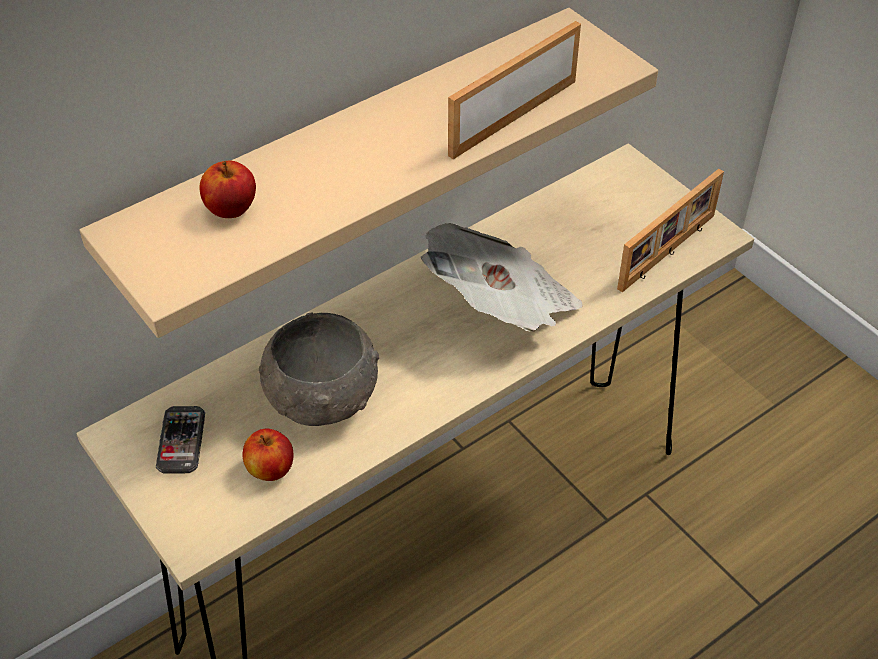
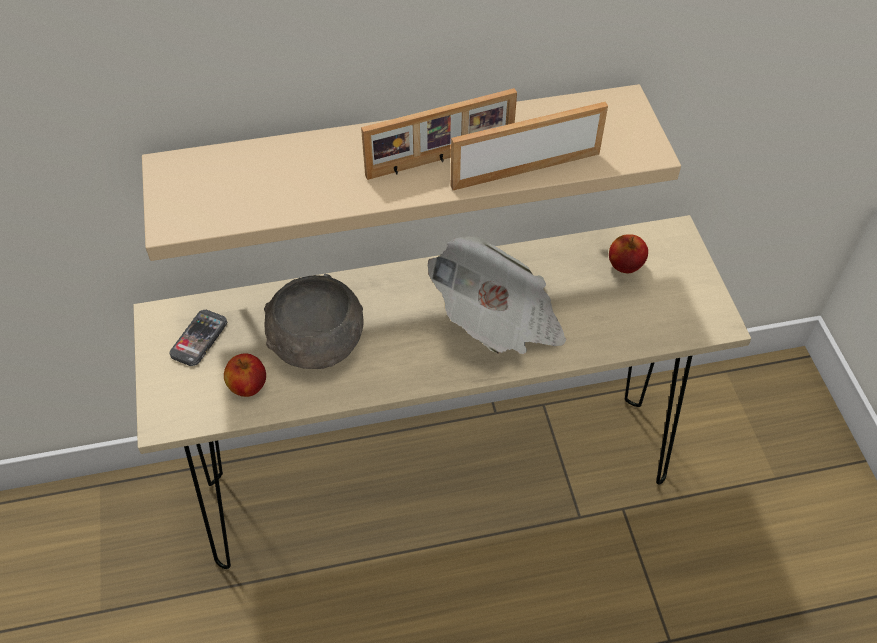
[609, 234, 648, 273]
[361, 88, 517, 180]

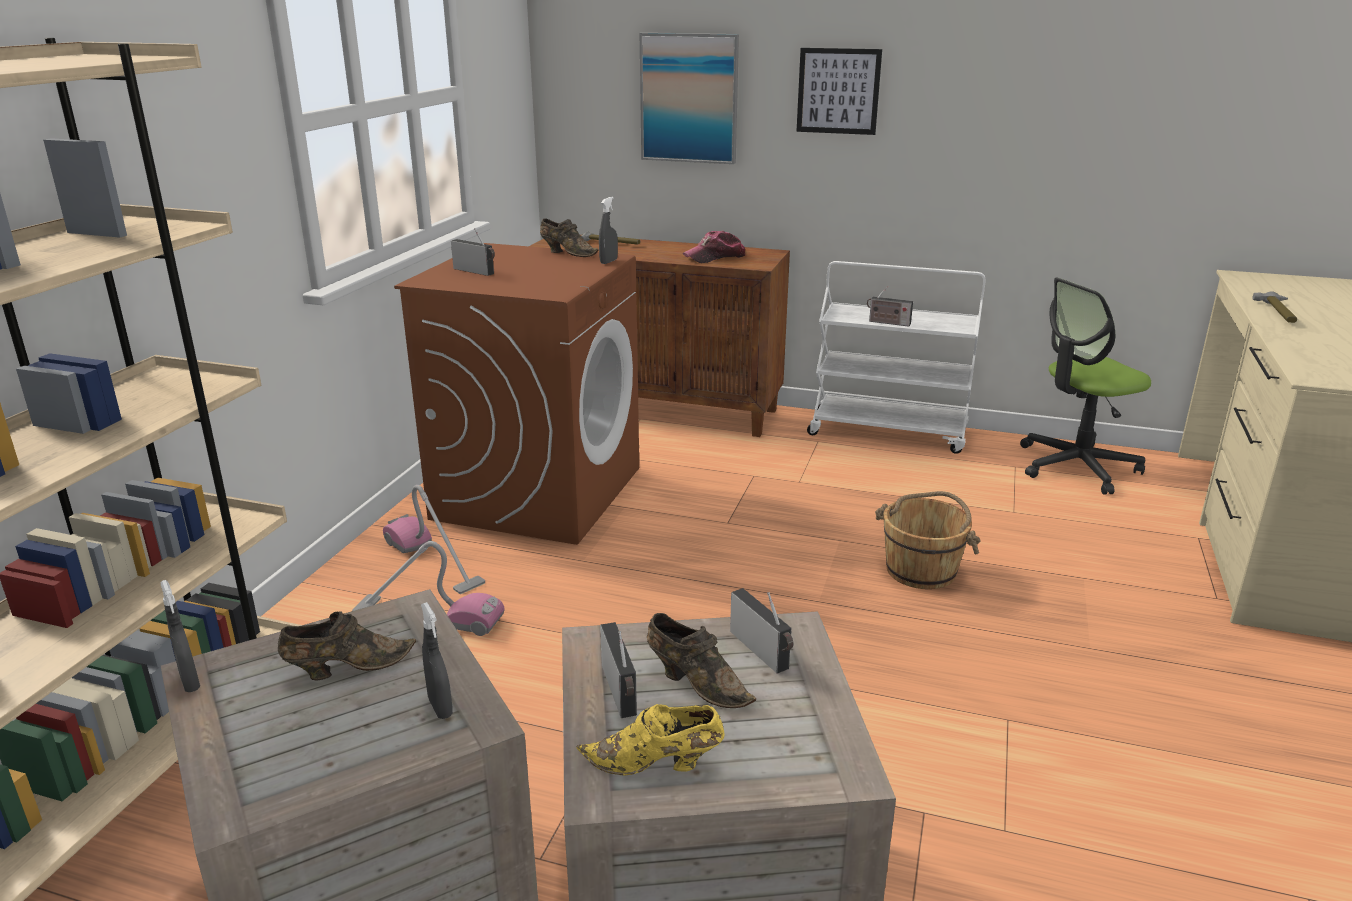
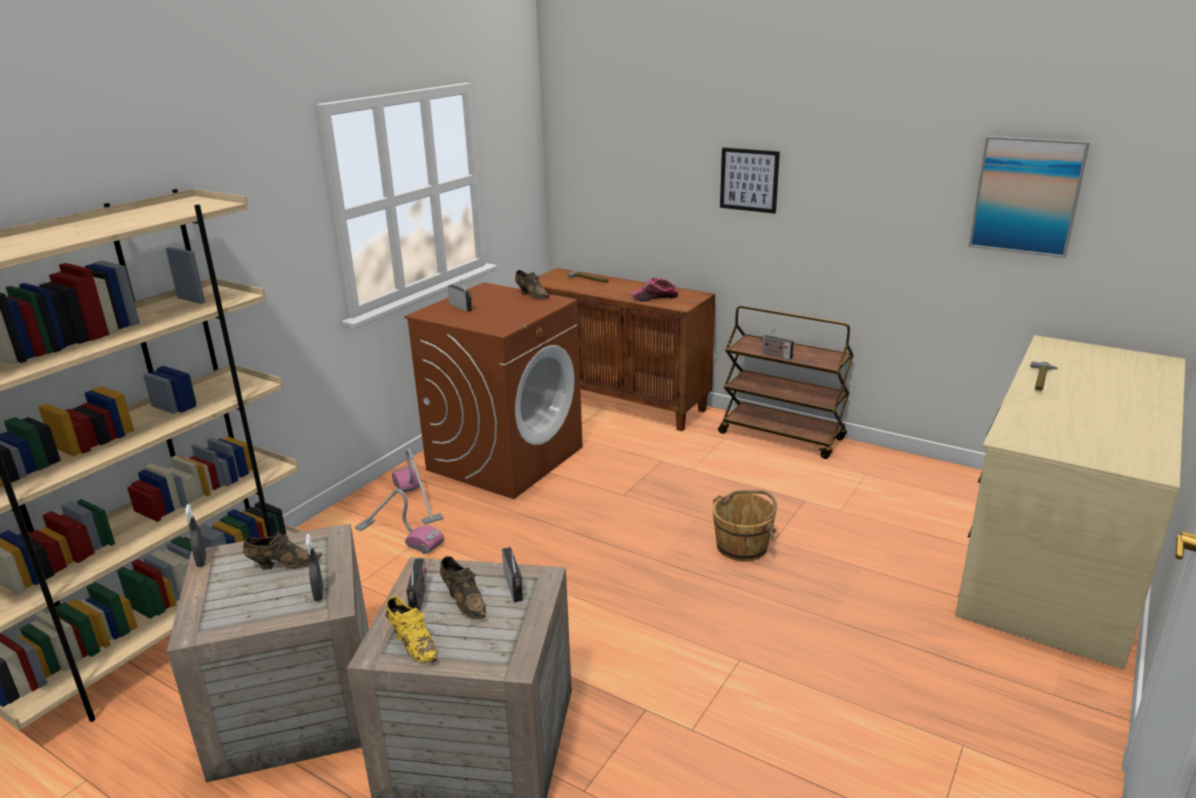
[385, 596, 437, 663]
[599, 197, 618, 264] (first image)
[969, 136, 1090, 258]
[718, 306, 854, 459]
[1020, 277, 1151, 495] (first image)

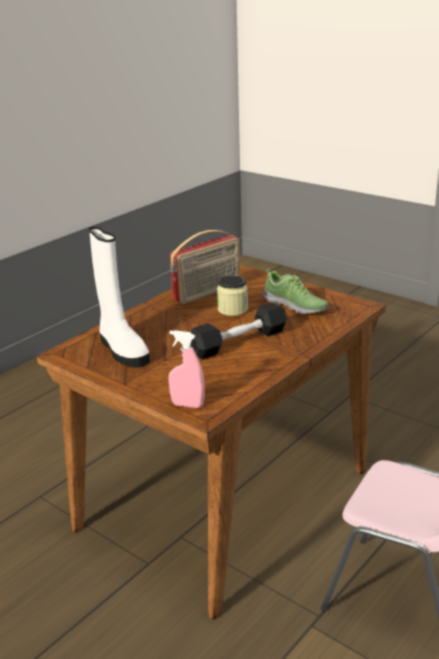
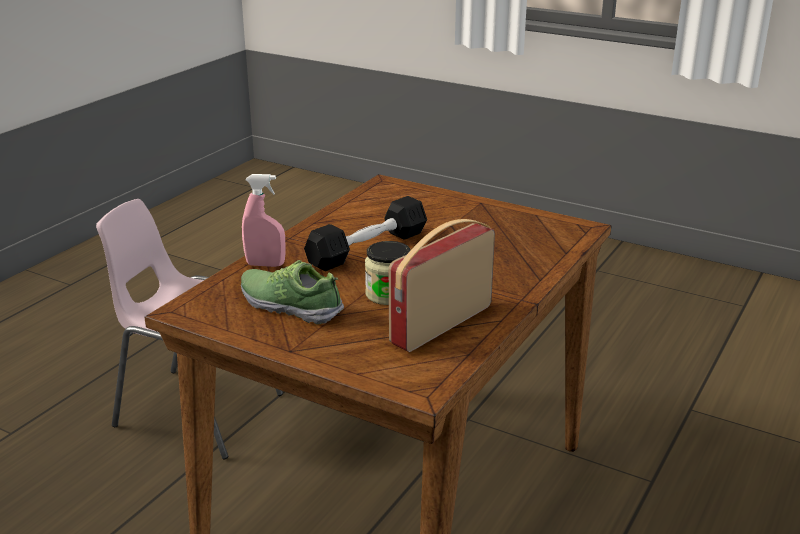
[89, 227, 150, 367] (first image)
[242, 174, 286, 267]

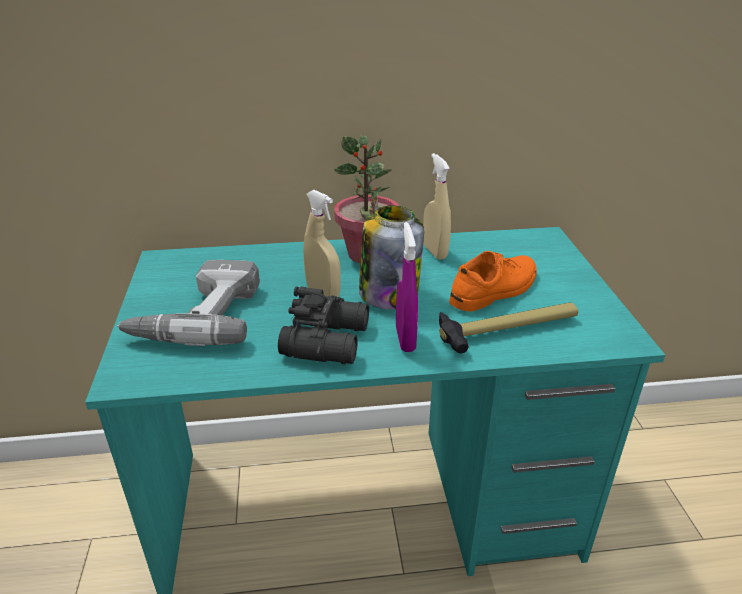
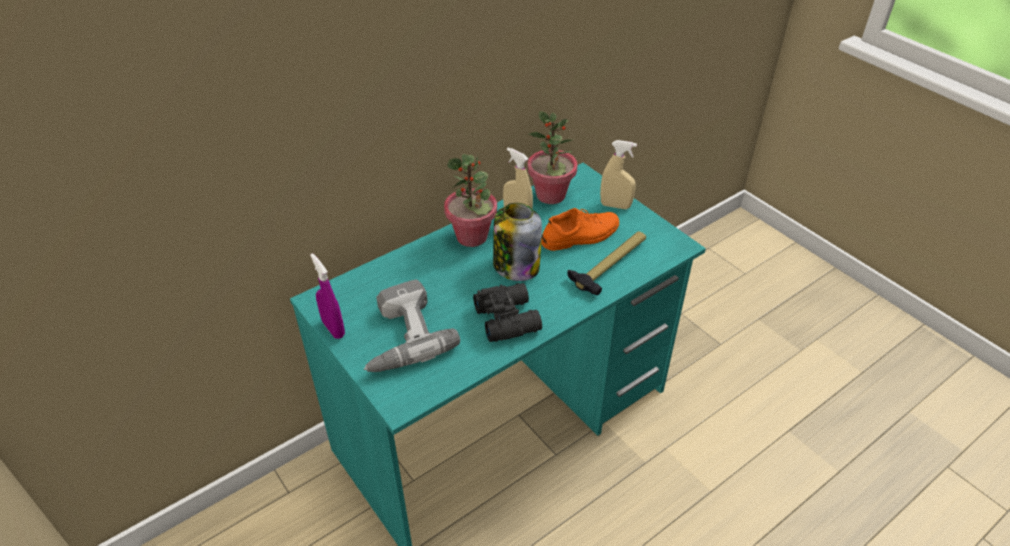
[600, 140, 637, 209]
[310, 253, 345, 339]
[541, 208, 619, 251]
[528, 111, 578, 204]

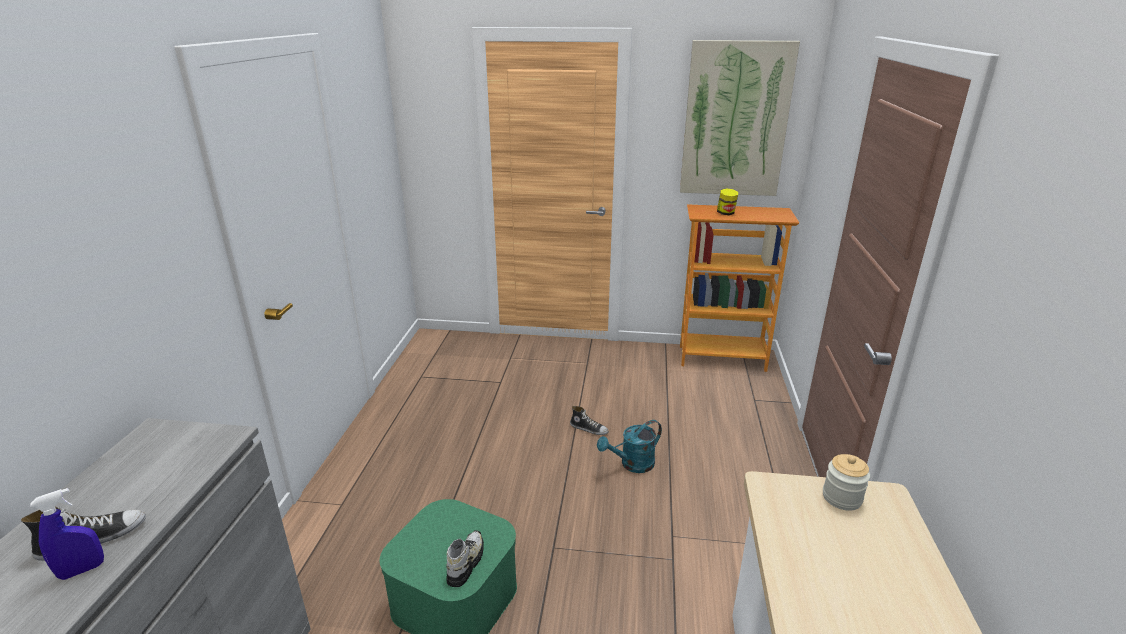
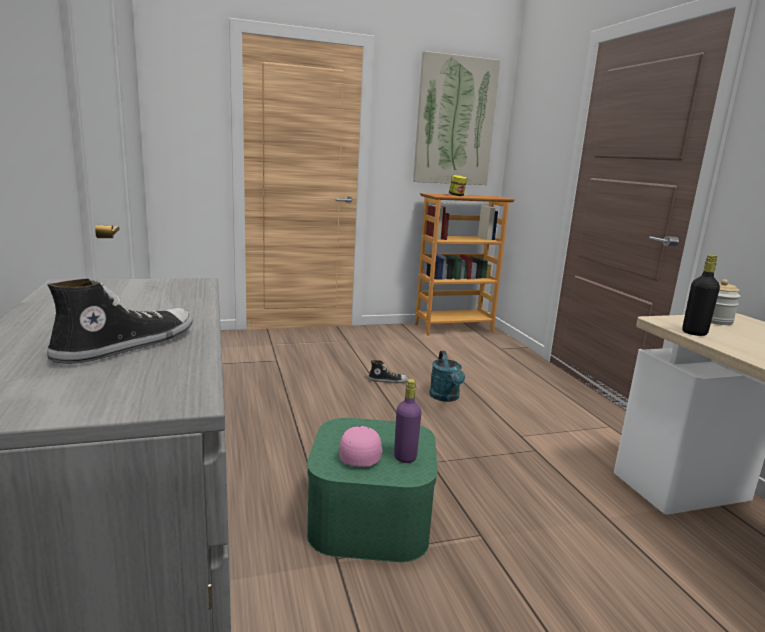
[30, 488, 104, 580] (first image)
[394, 379, 421, 463]
[429, 351, 465, 402]
[339, 426, 383, 467]
[682, 254, 720, 336]

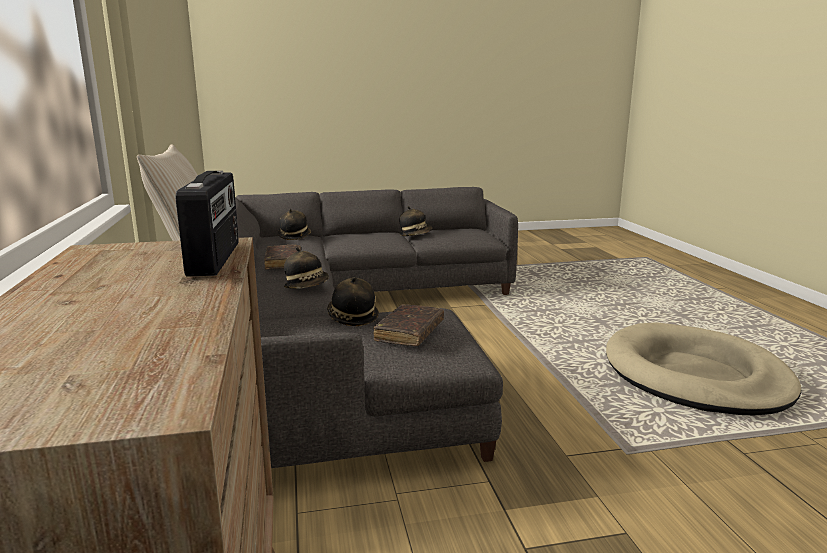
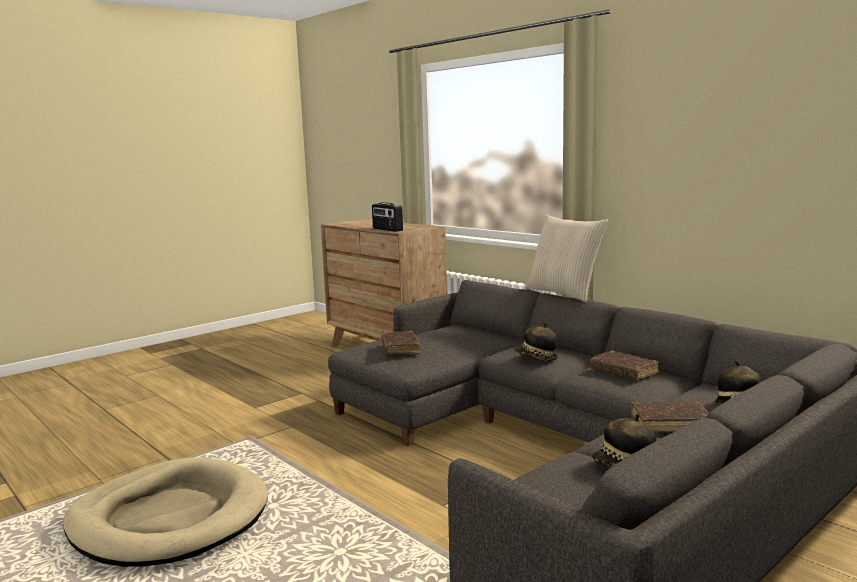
[327, 277, 379, 326] (first image)
[631, 402, 709, 433]

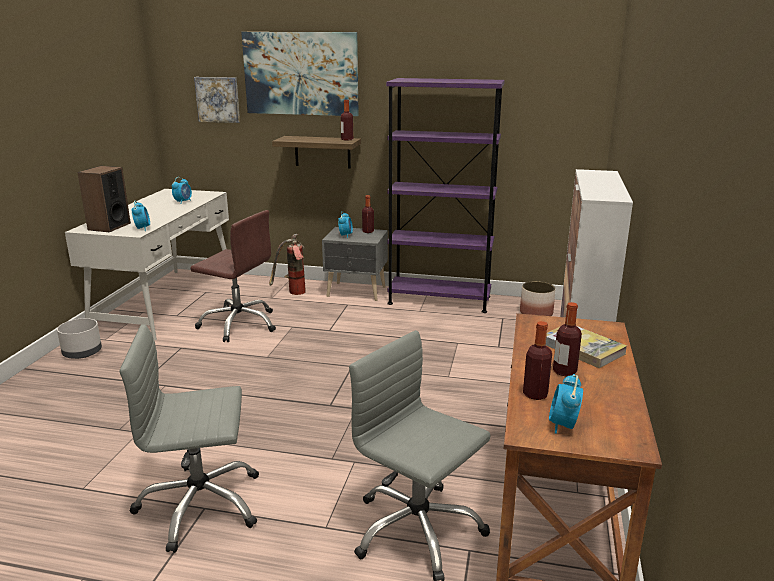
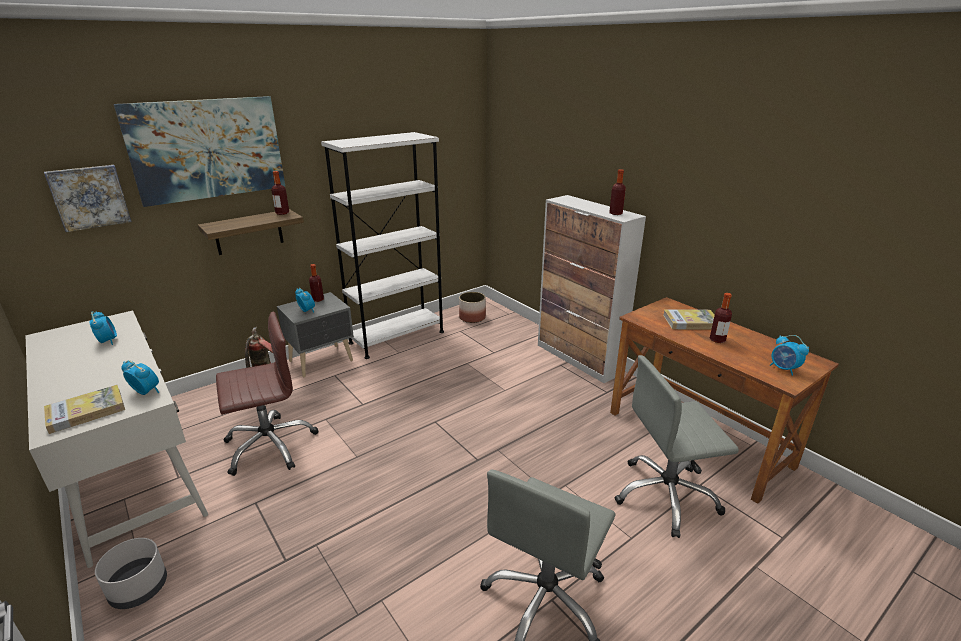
[44, 385, 125, 434]
[321, 132, 444, 359]
[609, 169, 626, 215]

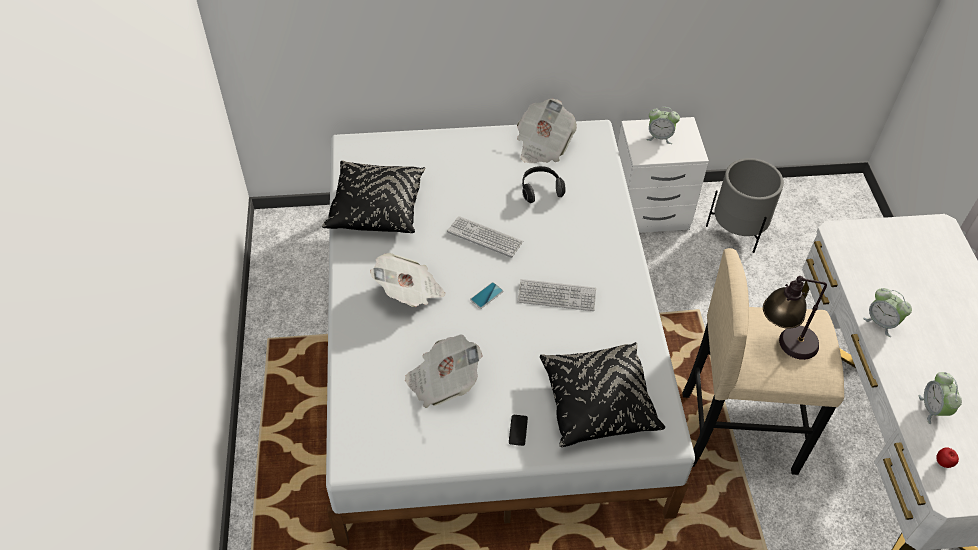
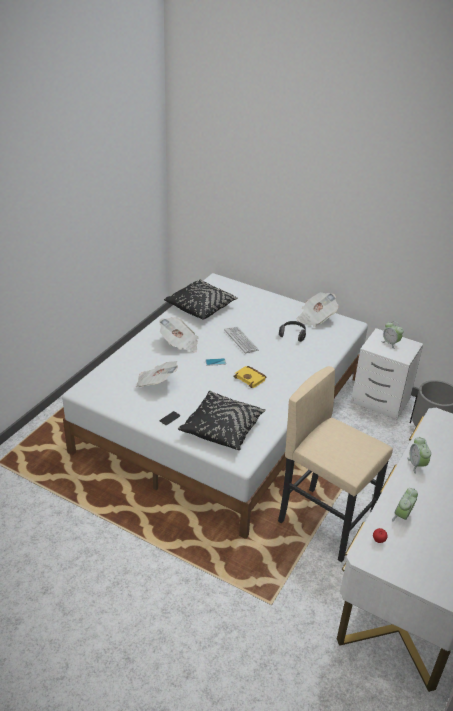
[233, 366, 266, 388]
[763, 276, 827, 360] (first image)

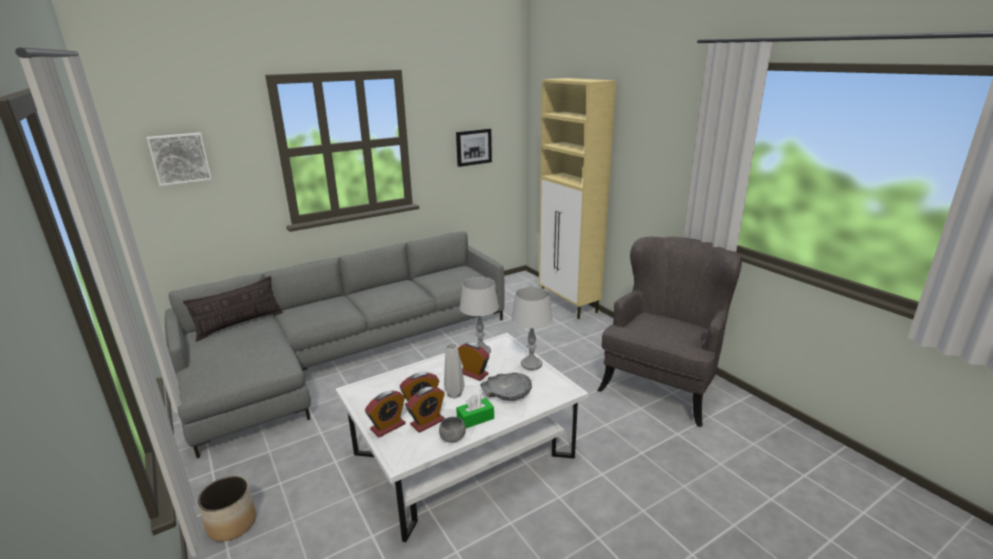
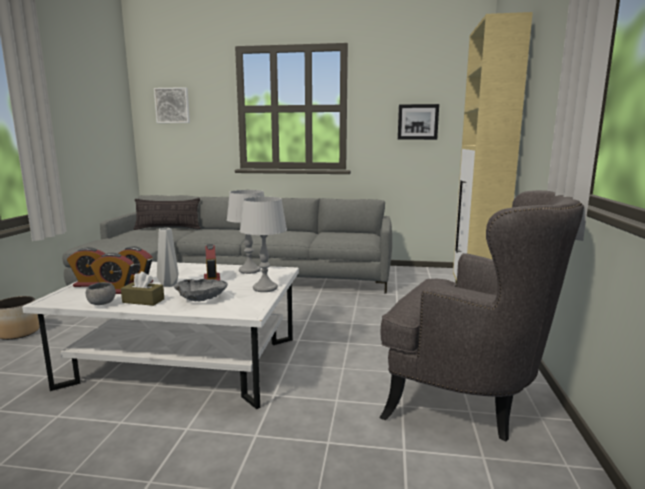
[121, 271, 164, 306]
[380, 190, 584, 442]

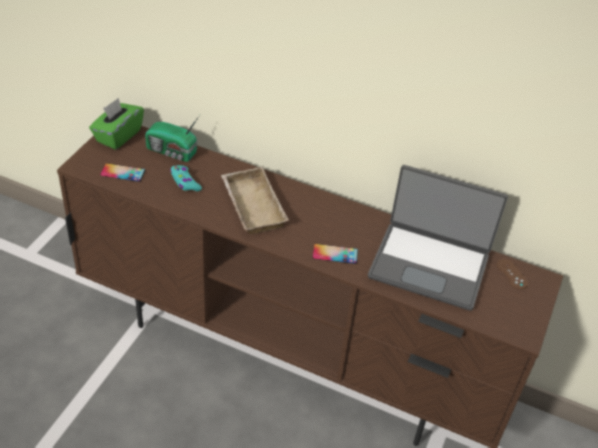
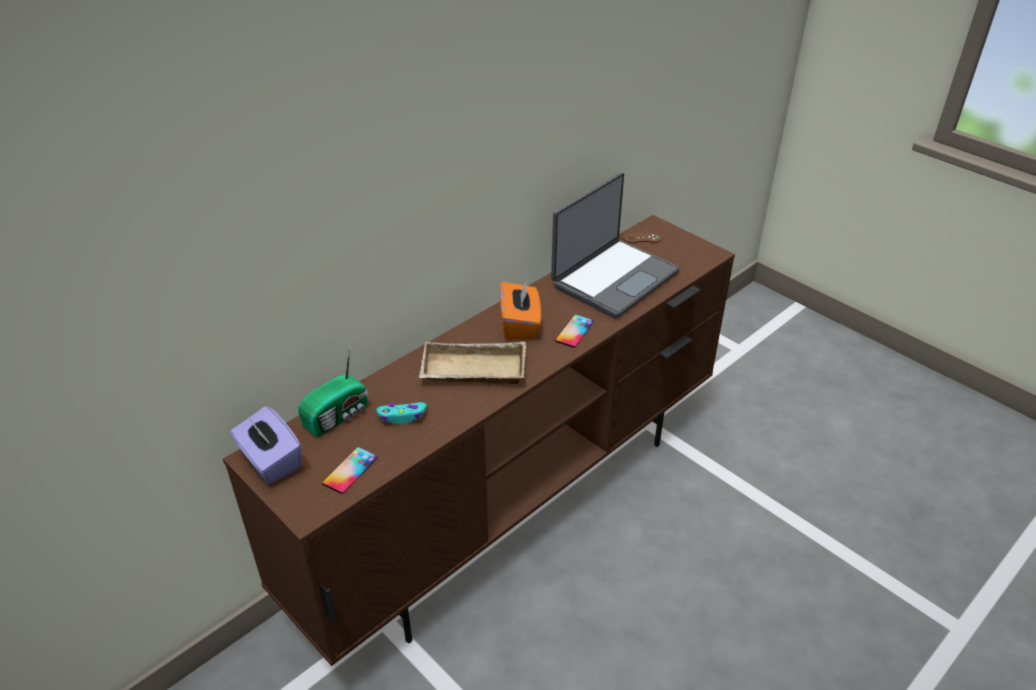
[230, 406, 302, 484]
[500, 280, 541, 339]

